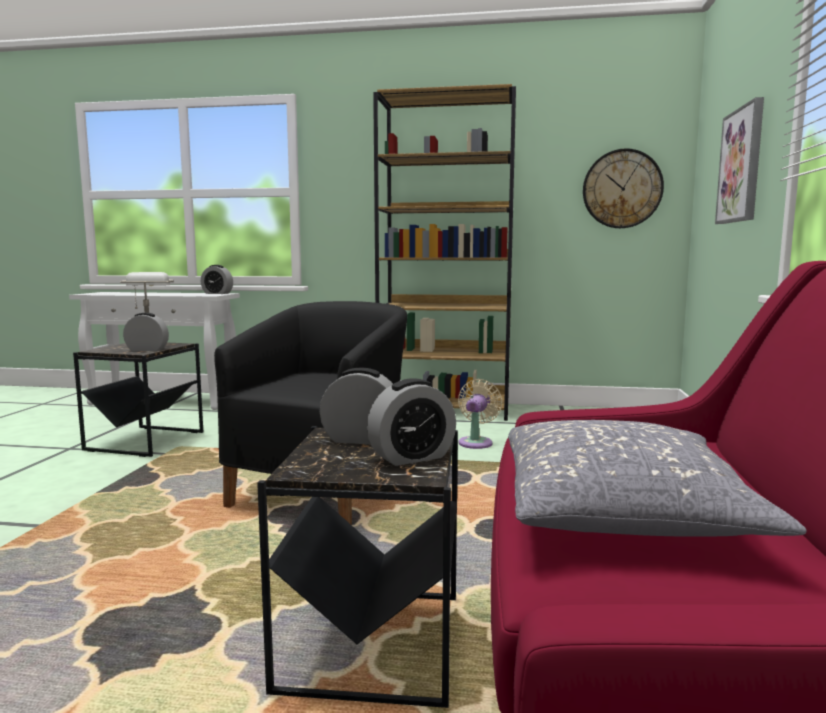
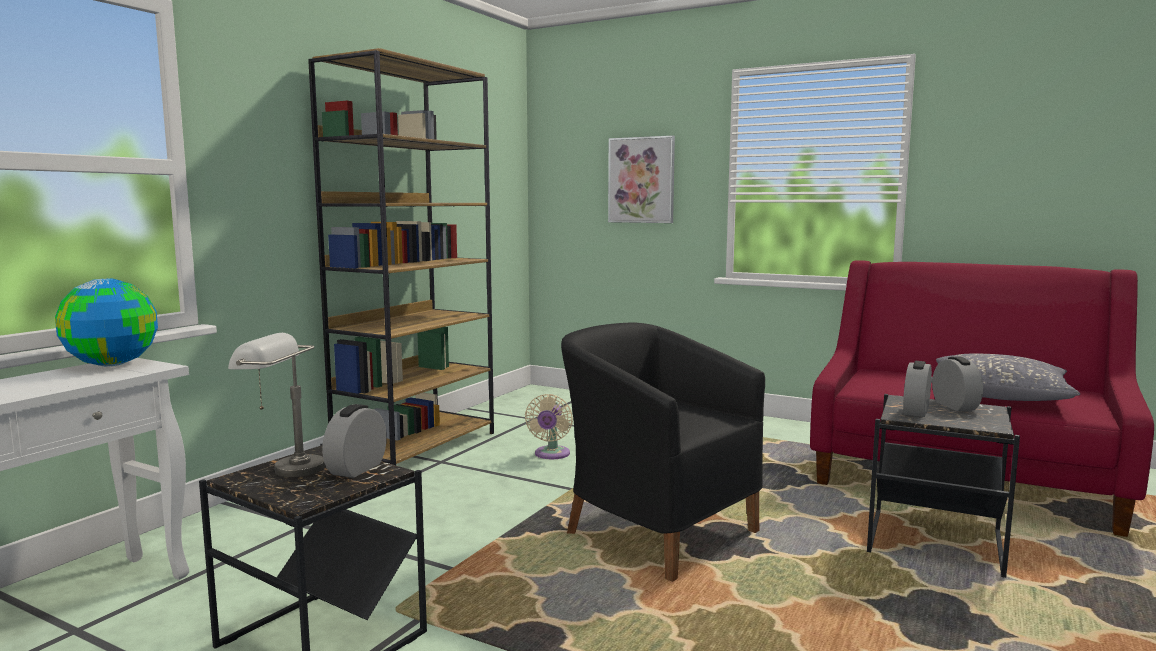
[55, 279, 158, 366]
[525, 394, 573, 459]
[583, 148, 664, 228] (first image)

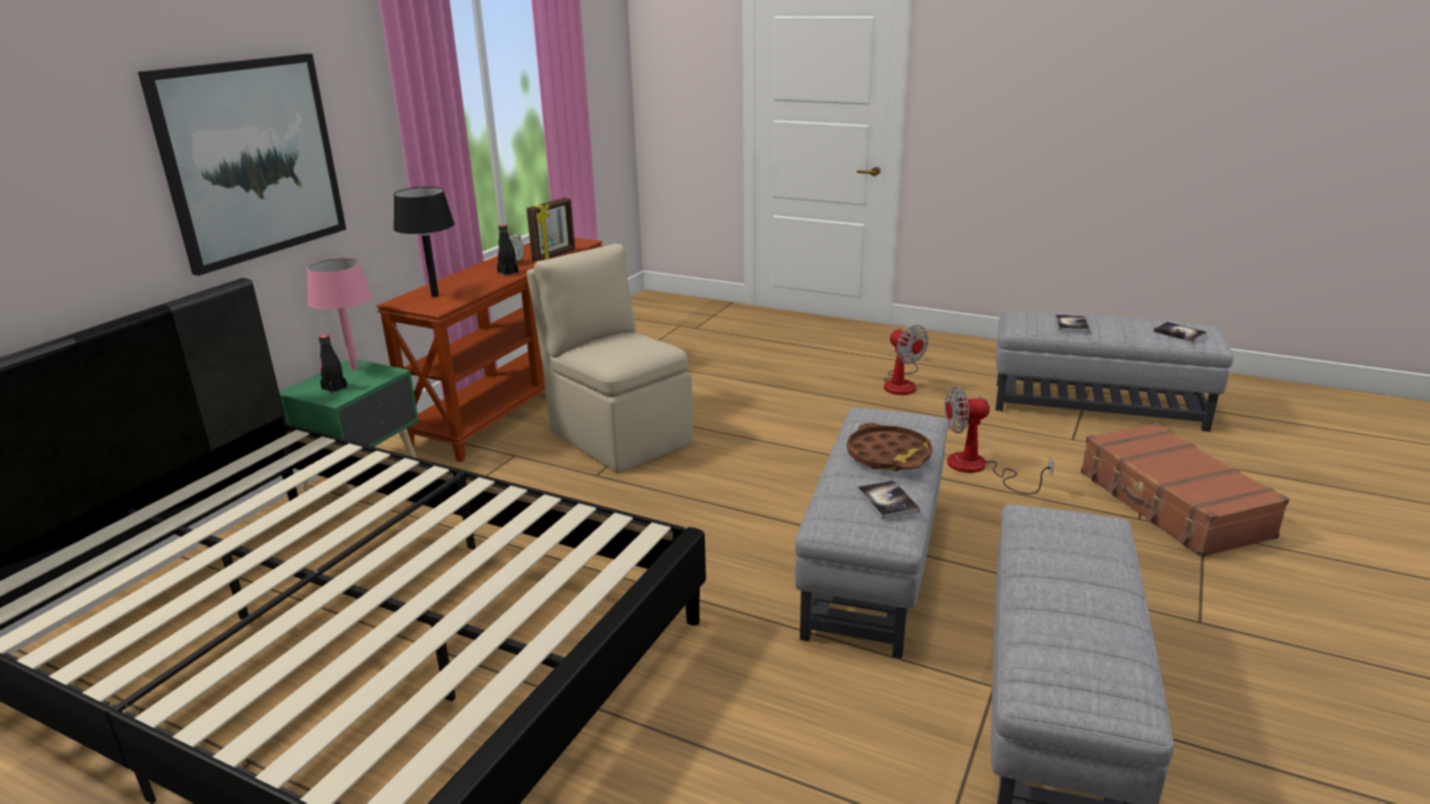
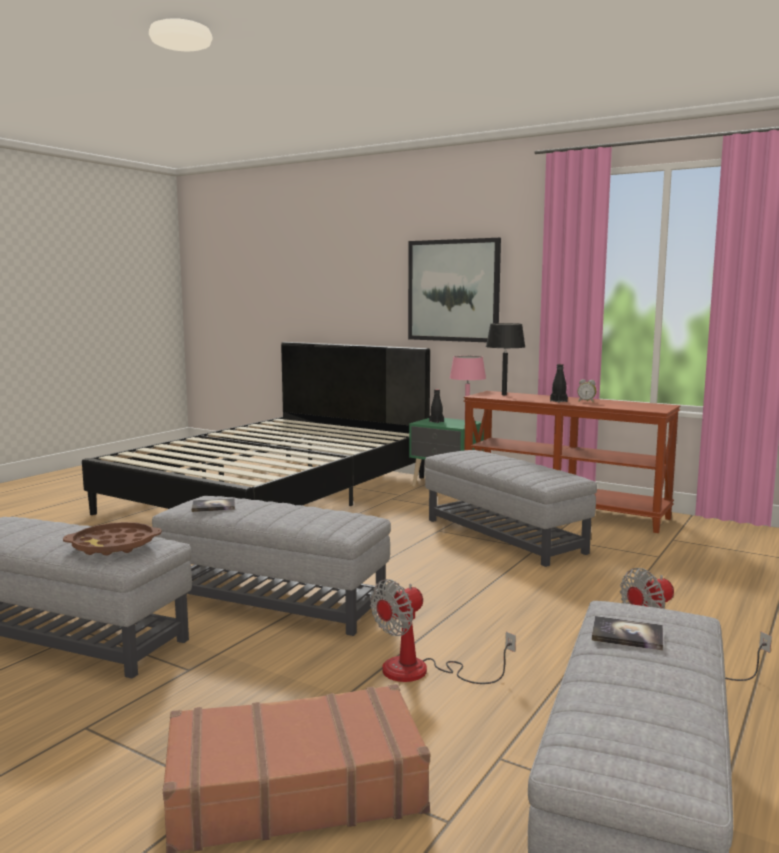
[526, 198, 575, 261] (first image)
[425, 450, 597, 567]
[63, 522, 162, 556]
[370, 579, 516, 684]
[1153, 322, 1207, 342] (first image)

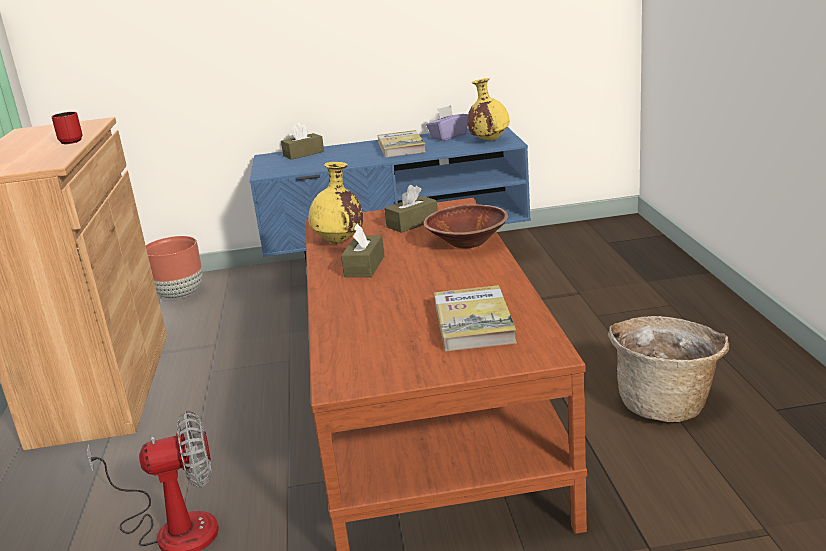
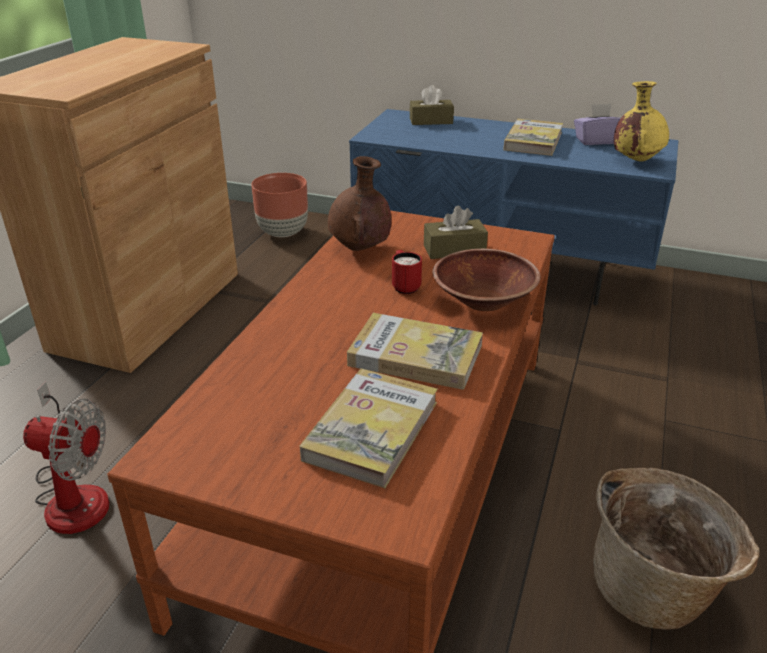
[392, 250, 422, 294]
[328, 156, 391, 251]
[341, 223, 384, 277] (first image)
[347, 313, 483, 390]

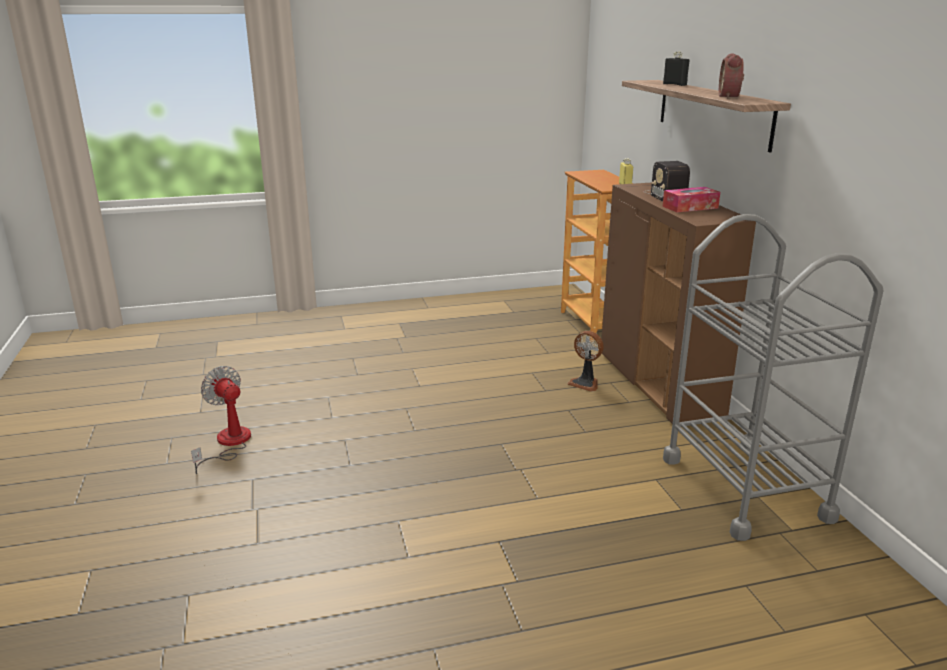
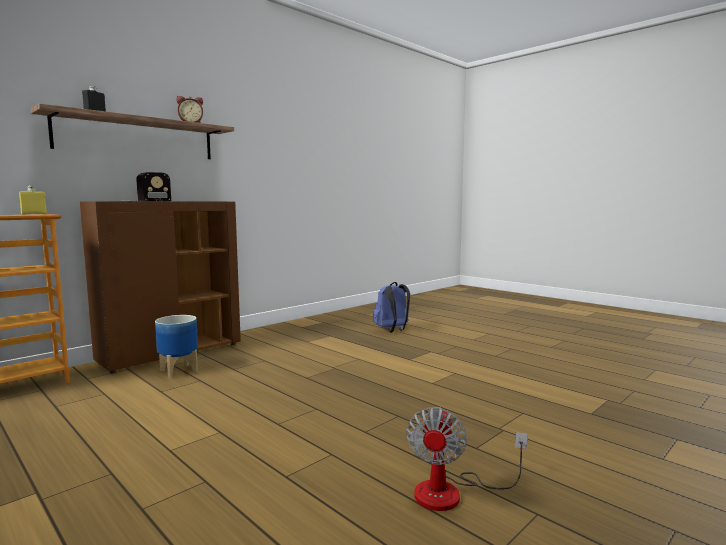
[155, 315, 198, 378]
[663, 187, 720, 212] (first image)
[663, 214, 884, 541] (first image)
[373, 282, 410, 333]

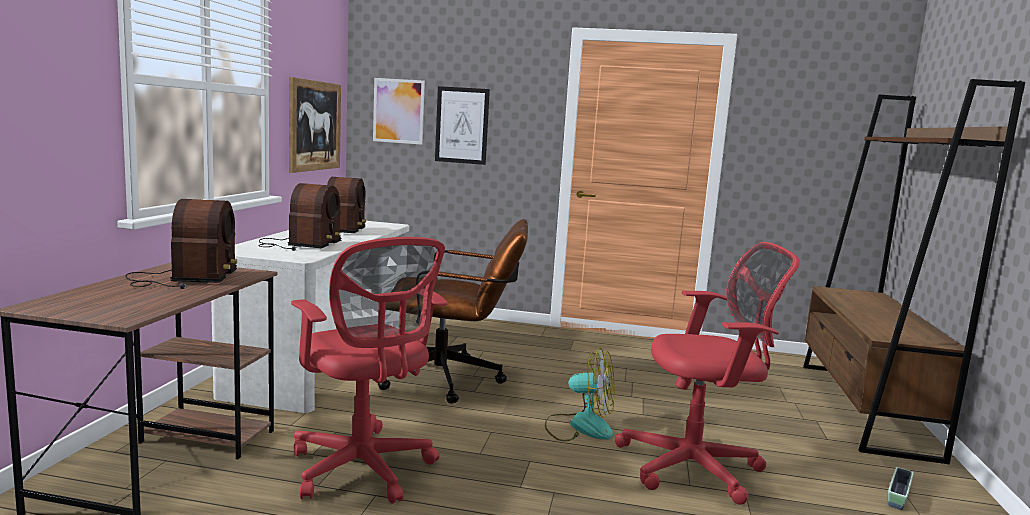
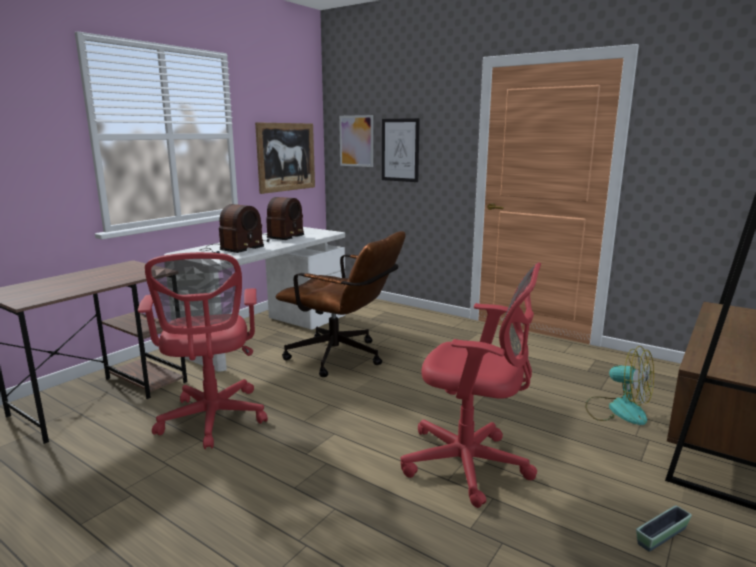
[125, 199, 237, 289] (first image)
[585, 346, 654, 425]

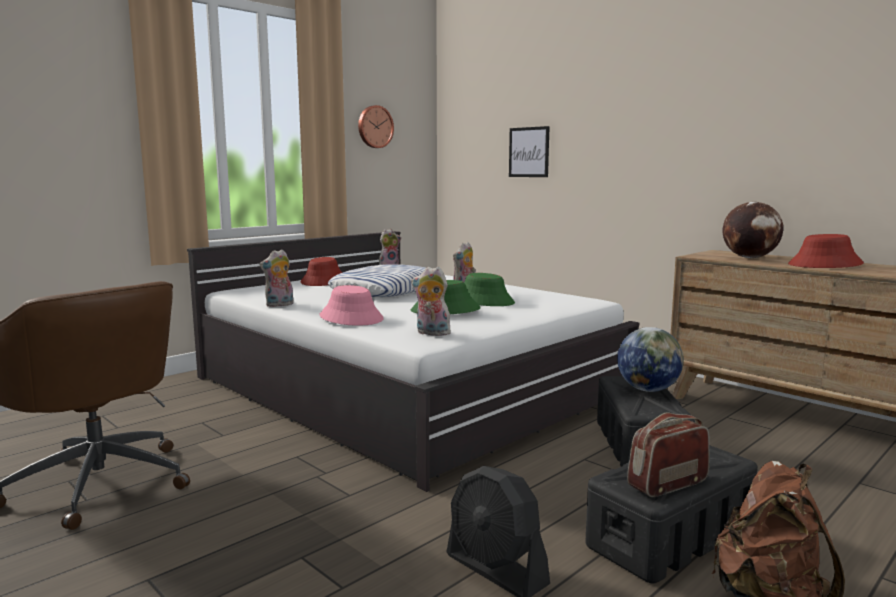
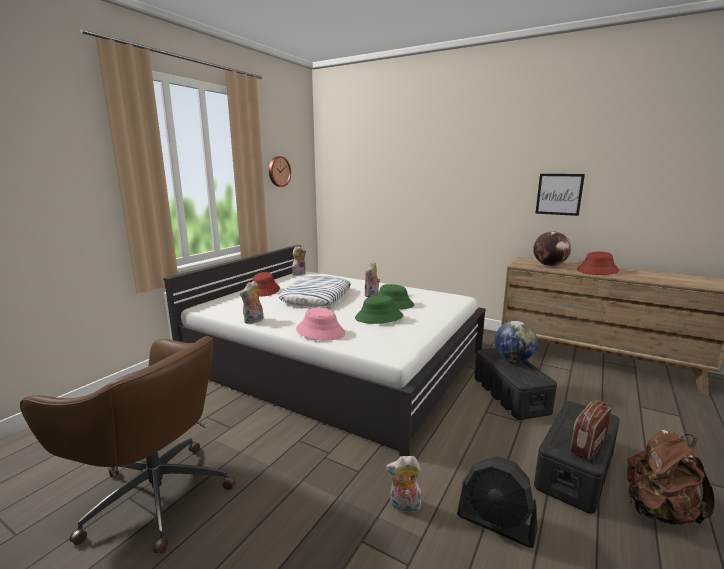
[386, 456, 421, 514]
[535, 174, 585, 216]

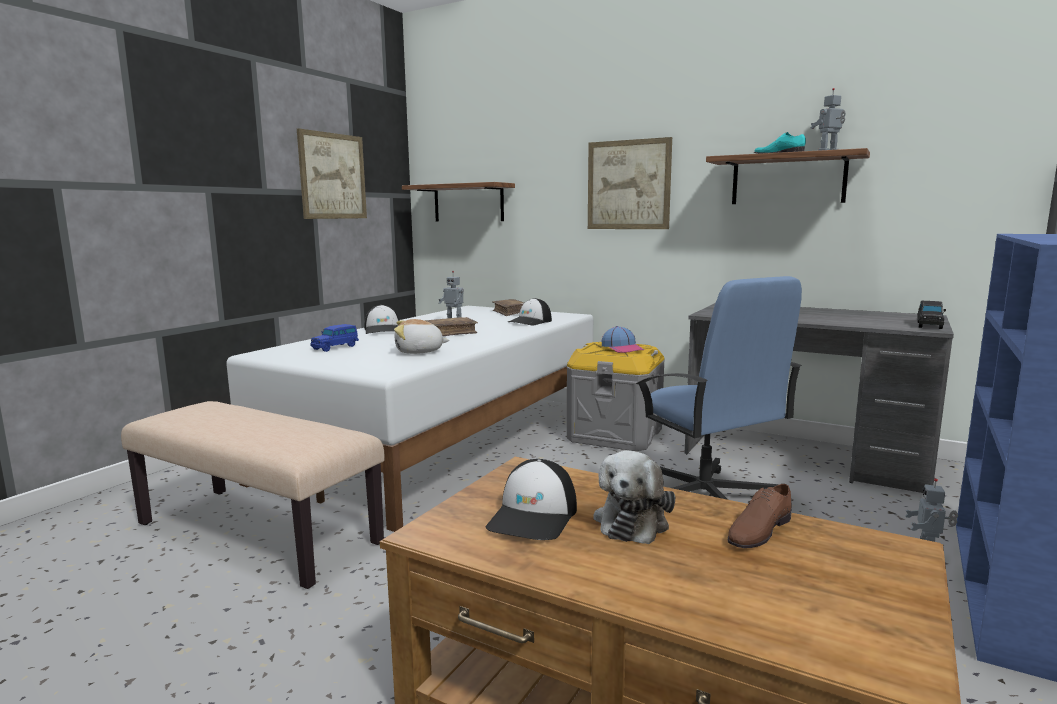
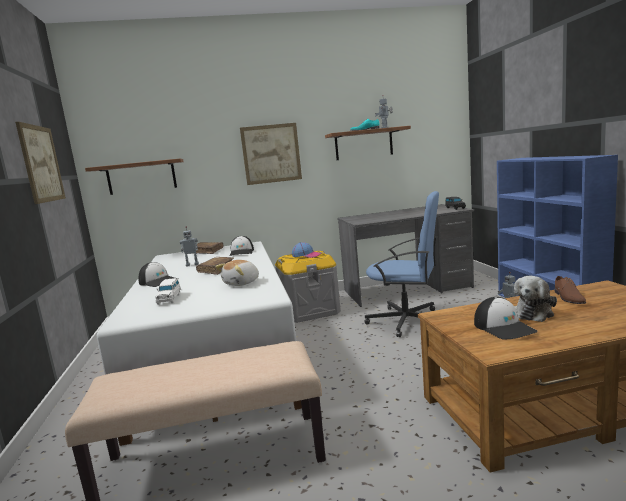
[155, 278, 181, 305]
[514, 276, 557, 322]

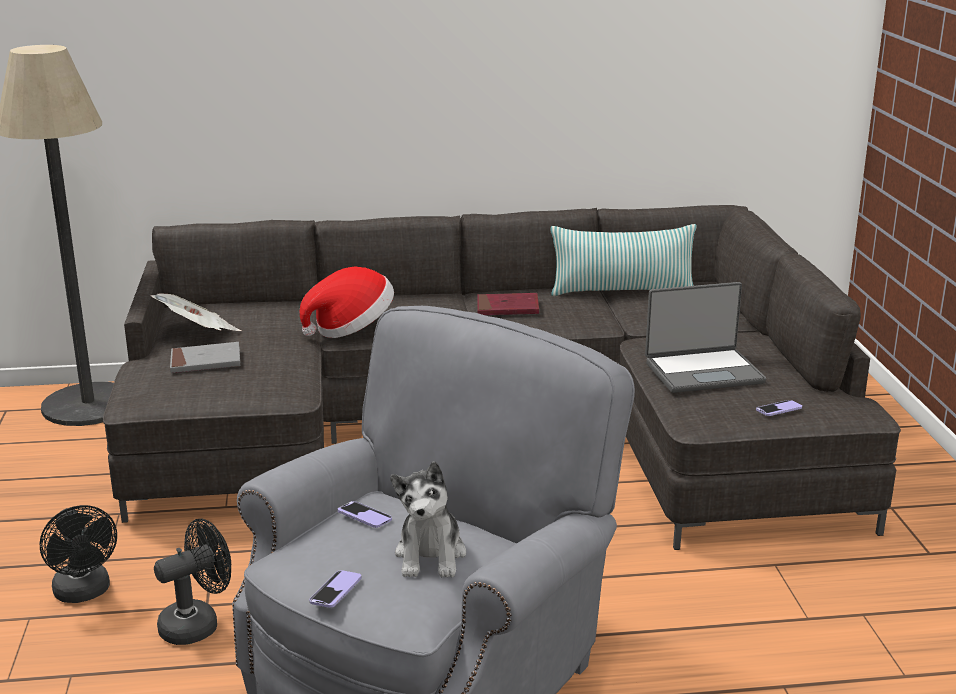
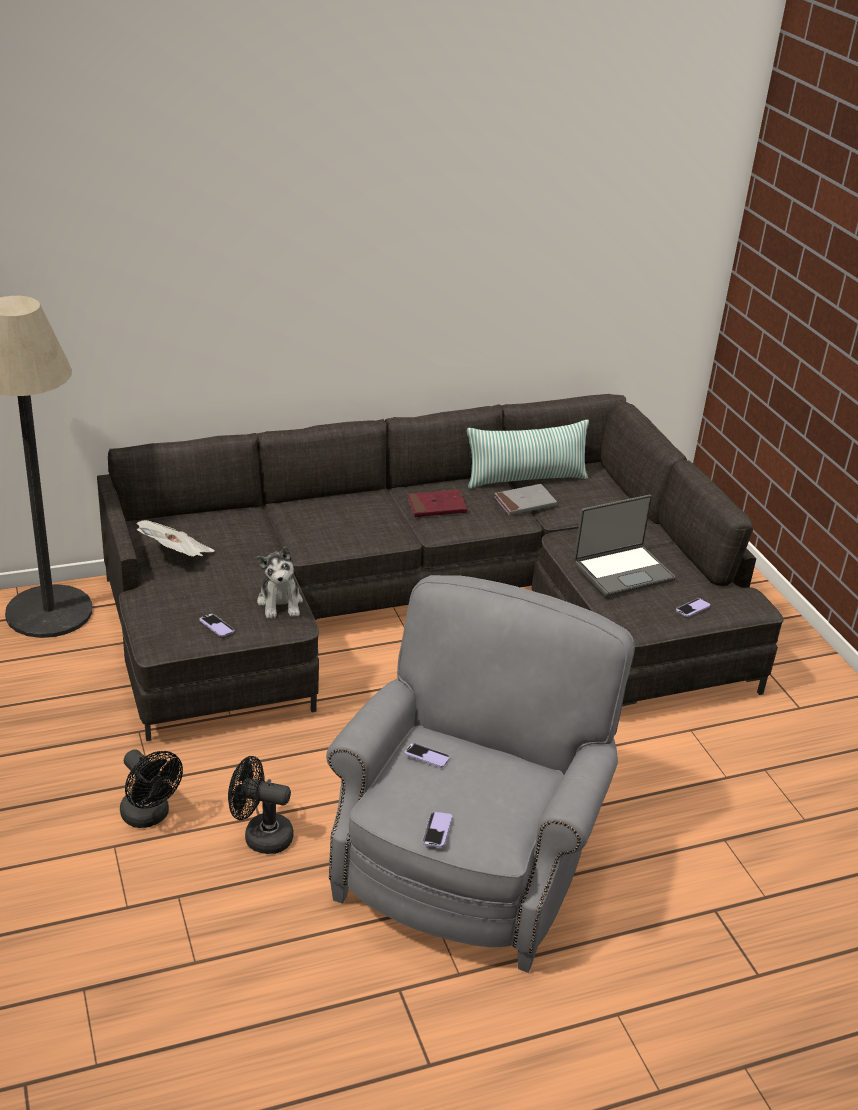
[228, 756, 294, 854]
[494, 484, 557, 515]
[300, 266, 394, 338] (first image)
[257, 546, 303, 618]
[199, 614, 234, 637]

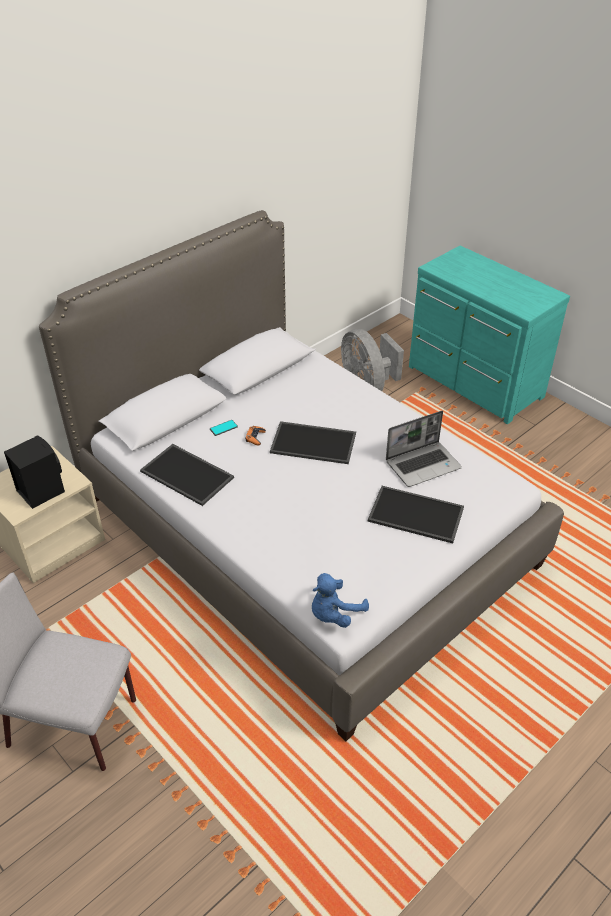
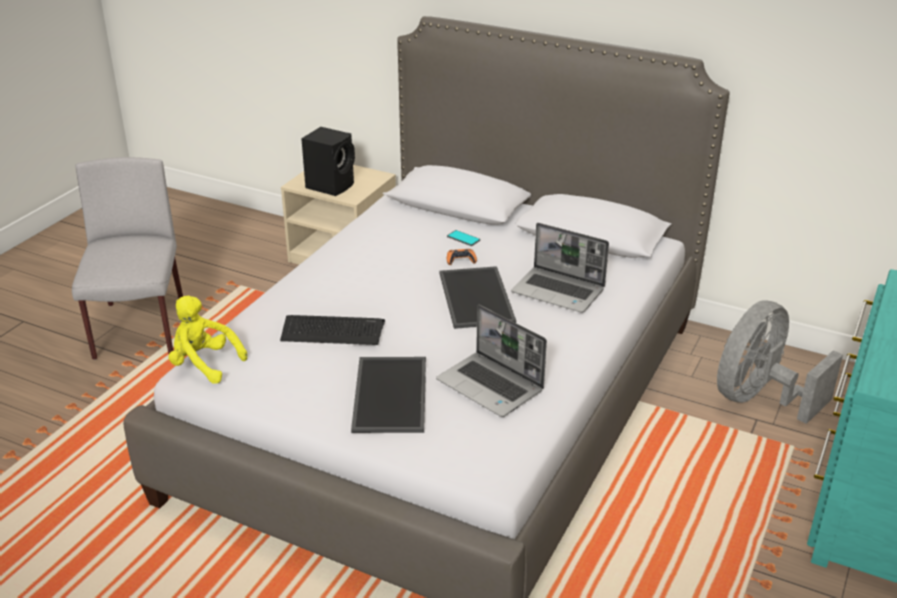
[140, 444, 234, 506] (first image)
[169, 296, 247, 383]
[280, 315, 385, 345]
[511, 223, 609, 313]

